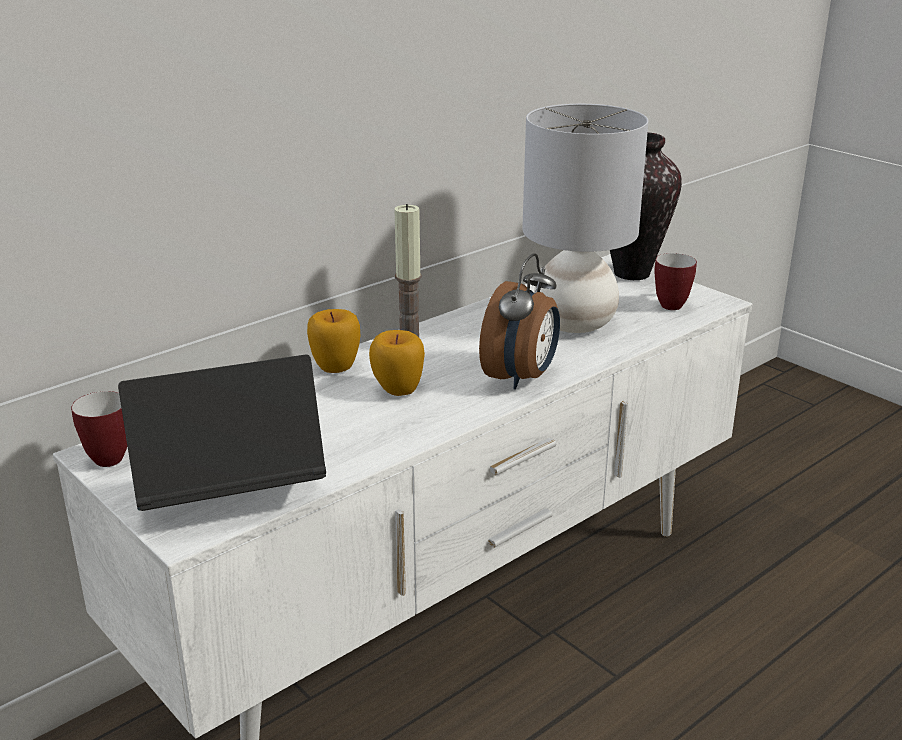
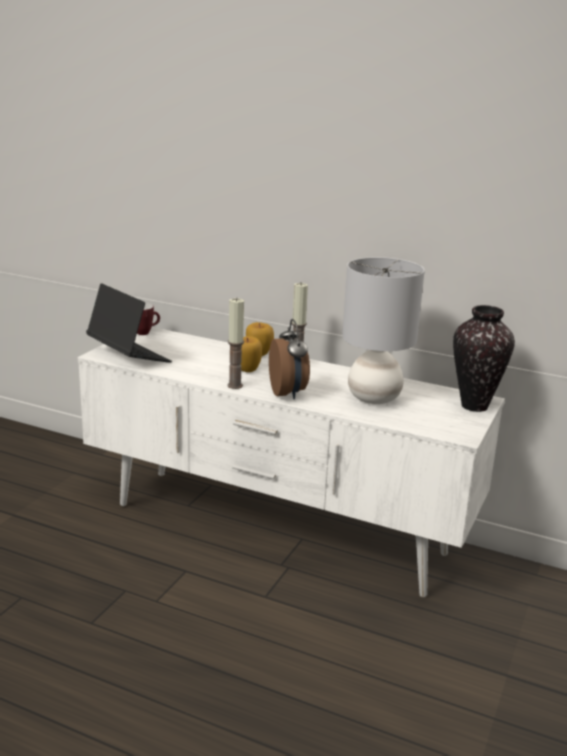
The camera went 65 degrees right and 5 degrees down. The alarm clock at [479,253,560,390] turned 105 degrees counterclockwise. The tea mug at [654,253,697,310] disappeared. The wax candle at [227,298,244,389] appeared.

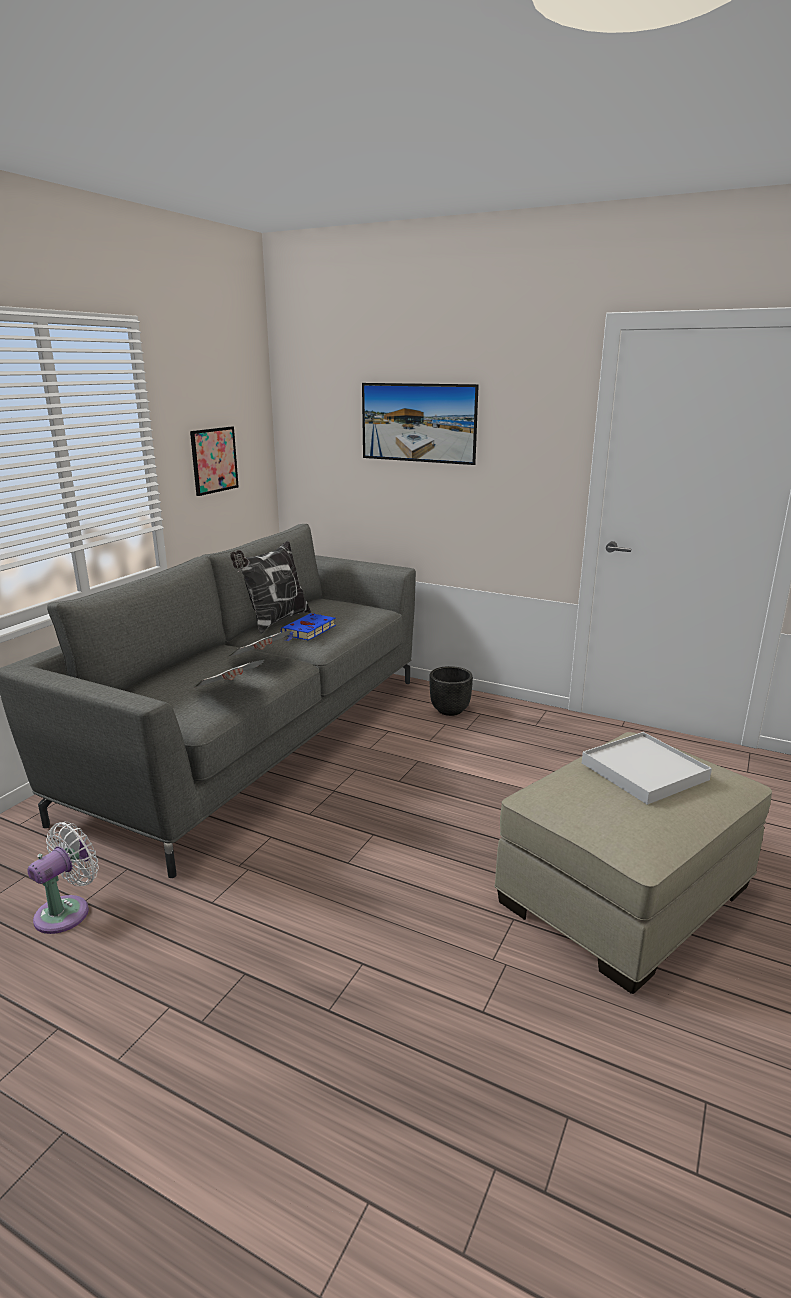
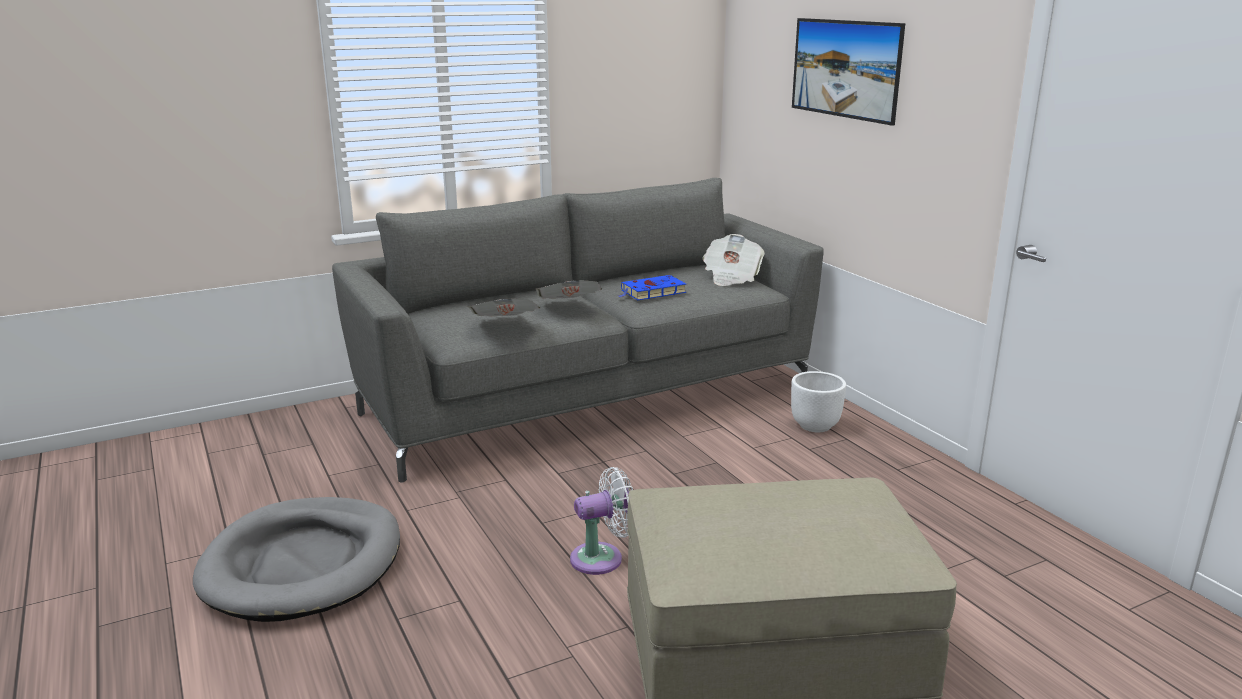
The camera went 35 degrees right and 0 degrees up. The whitish electric fan moved from [28,822,99,934] to [570,467,633,575]. The wall picture at [190,427,239,496] disappeared. The throw pillow at [230,541,311,634] disappeared. The black plant pot at [429,666,473,716] became the whitish plant pot at [791,371,846,432]. The whitish tray at [582,732,712,805] disappeared. The gray dog cushion at [193,497,400,622] appeared. The daily paper at [703,234,765,286] appeared.

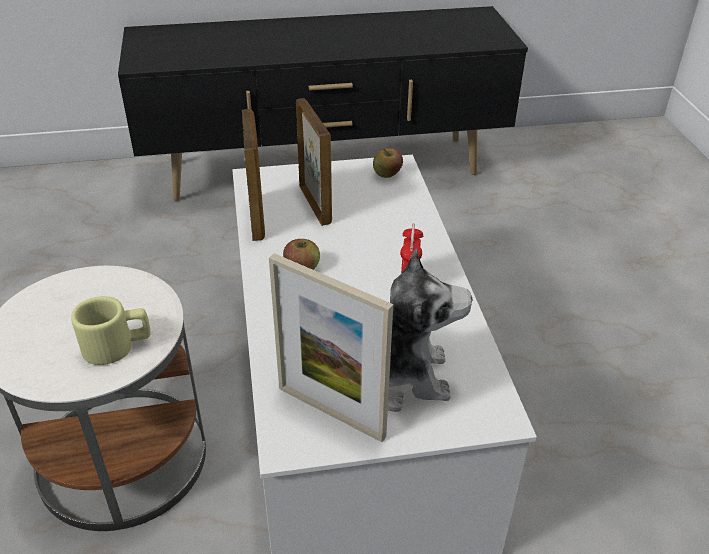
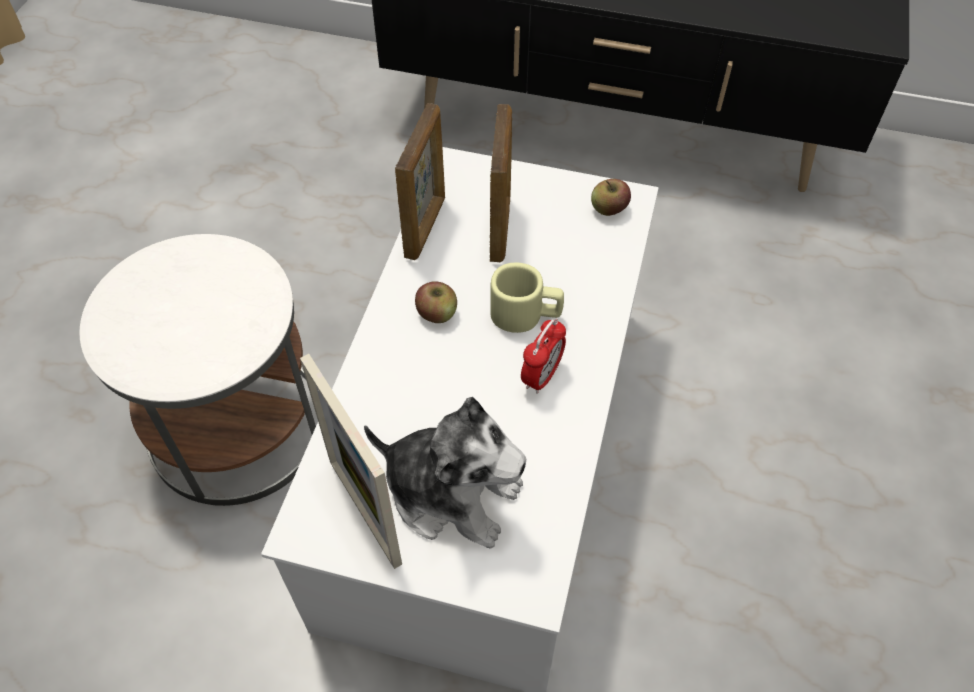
The camera went 25 degrees right and 15 degrees up. The beige-coloured tea mug moved from [71,296,150,365] to [490,262,564,333].

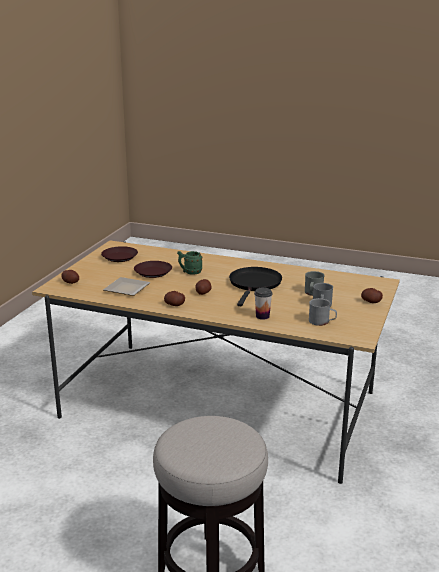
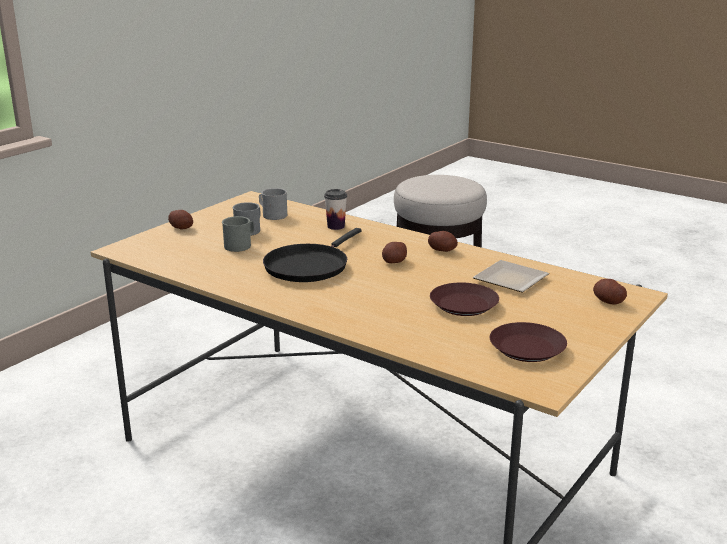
The camera went 165 degrees left and 0 degrees up. The green tea mug at [177,251,203,275] disappeared.

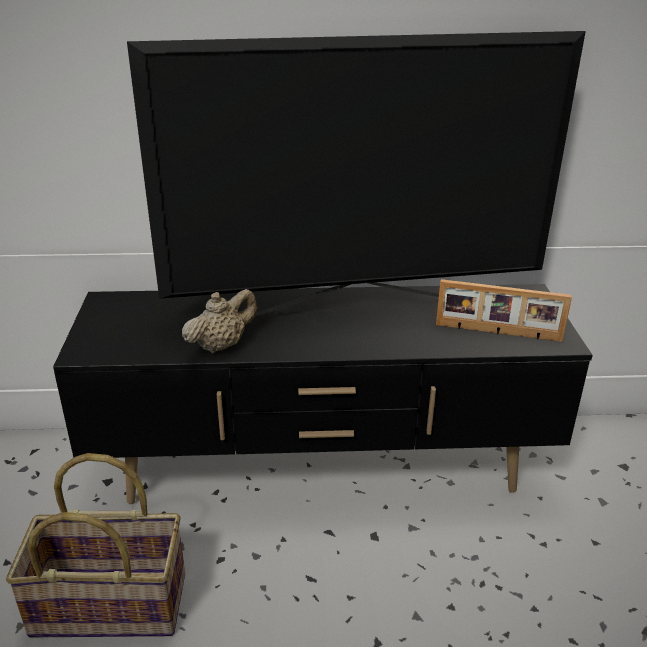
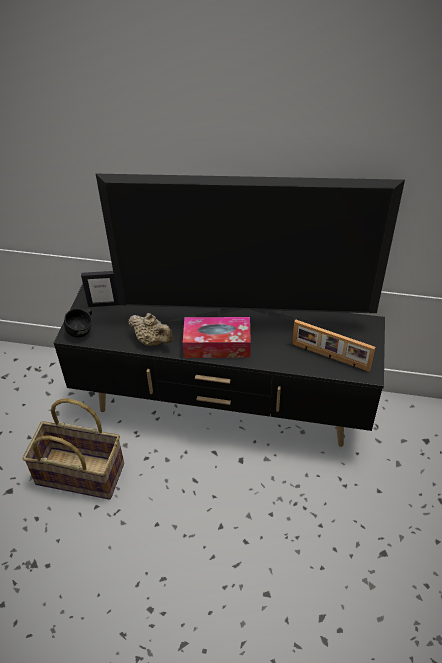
The camera went 15 degrees right and 15 degrees up. The beige-coloured pot for tea at [182,289,257,353] turned 60 degrees clockwise. The black tea mug at [64,308,92,338] appeared. The standing frame at [81,271,119,307] appeared. The tissue box at [183,317,251,358] appeared.

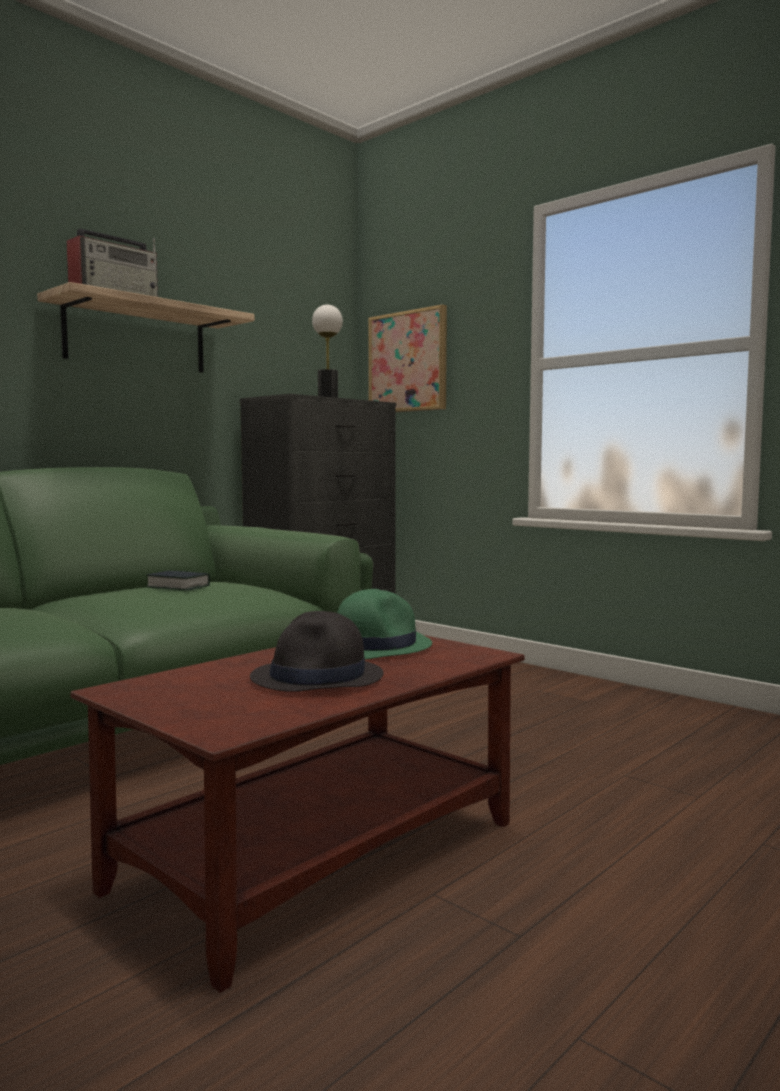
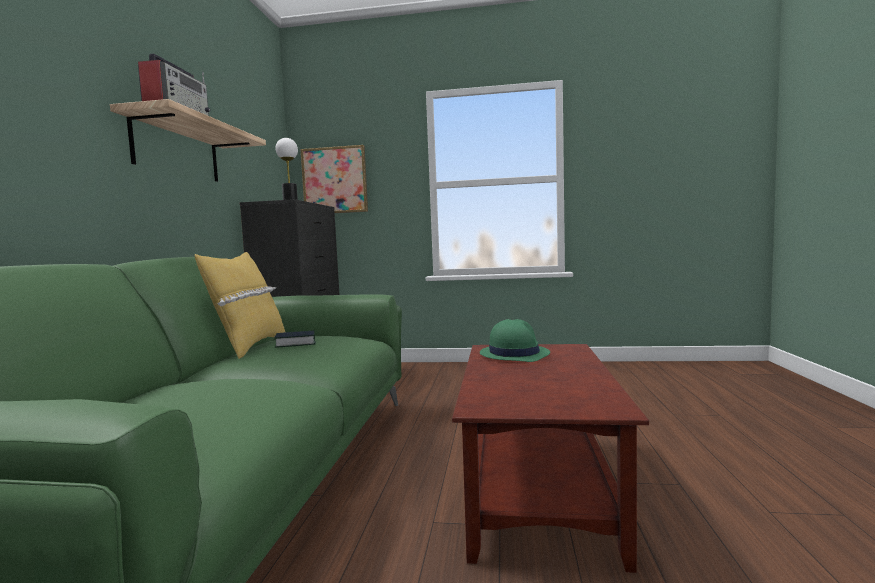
The camera went 35 degrees left and 0 degrees up. The black clothing hat at [250,611,384,692] disappeared. The yellow-coloured throw pillow at [195,252,285,359] appeared.

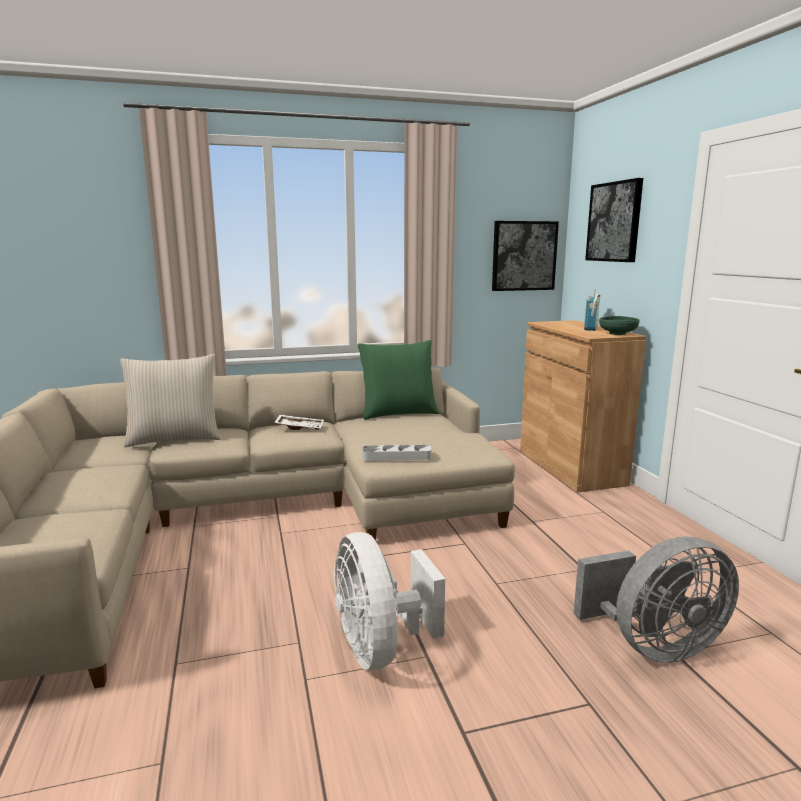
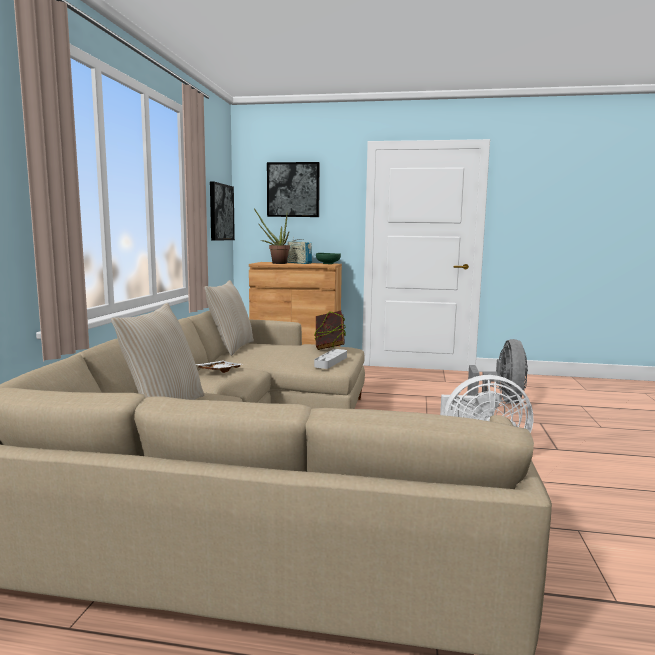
The camera went 65 degrees left and 5 degrees down. The green throw pillow at [358,340,439,420] became the beige-coloured throw pillow at [204,280,254,356]. The potted plant at [254,208,290,264] appeared. The bound book at [315,311,345,350] appeared.

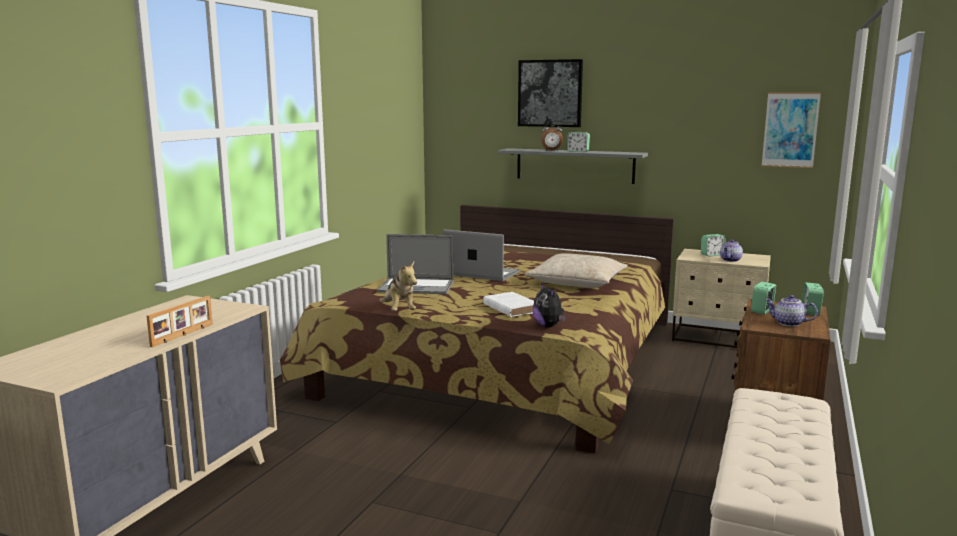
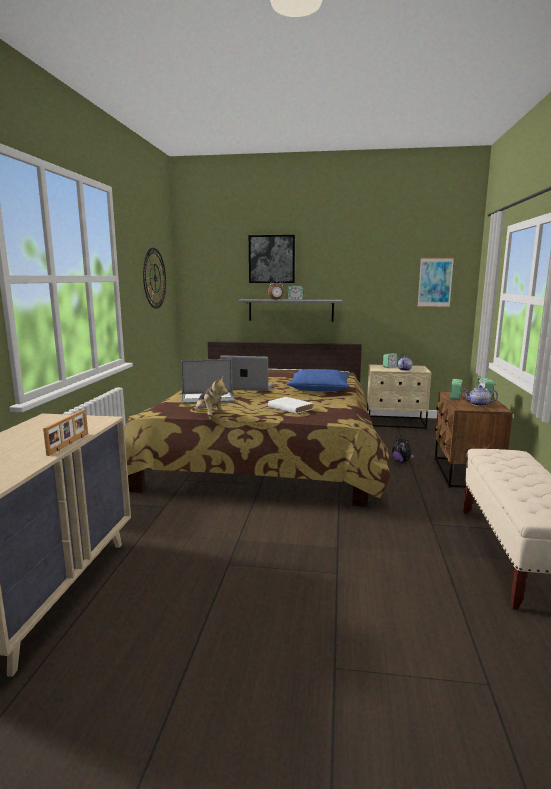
The camera went 15 degrees left and 0 degrees up. The beige-coloured throw pillow at [525,253,627,288] became the bluish throw pillow at [287,369,349,391]. The cuddly toy moved from [533,283,566,327] to [392,436,415,462]. The hanging clock at [143,248,166,309] appeared.

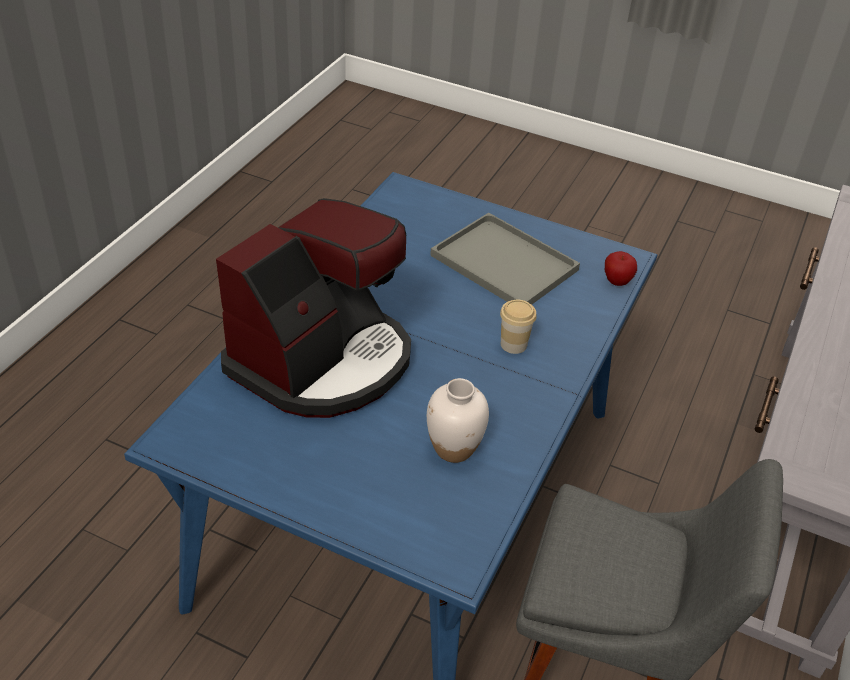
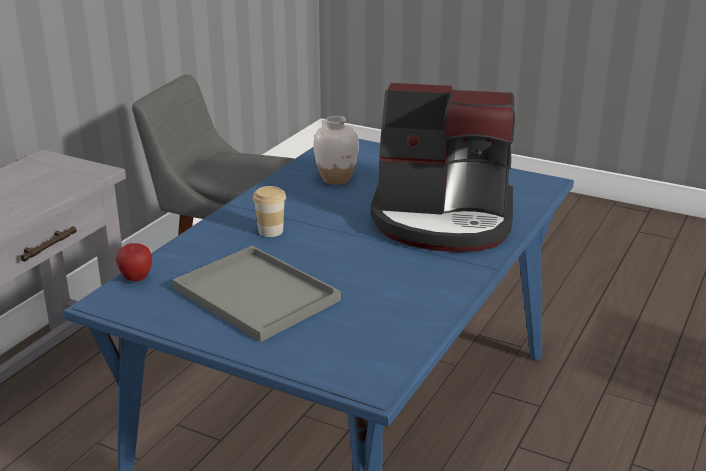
The camera went 175 degrees left and 15 degrees down. The coffee maker at [216,198,411,418] turned 120 degrees counterclockwise.

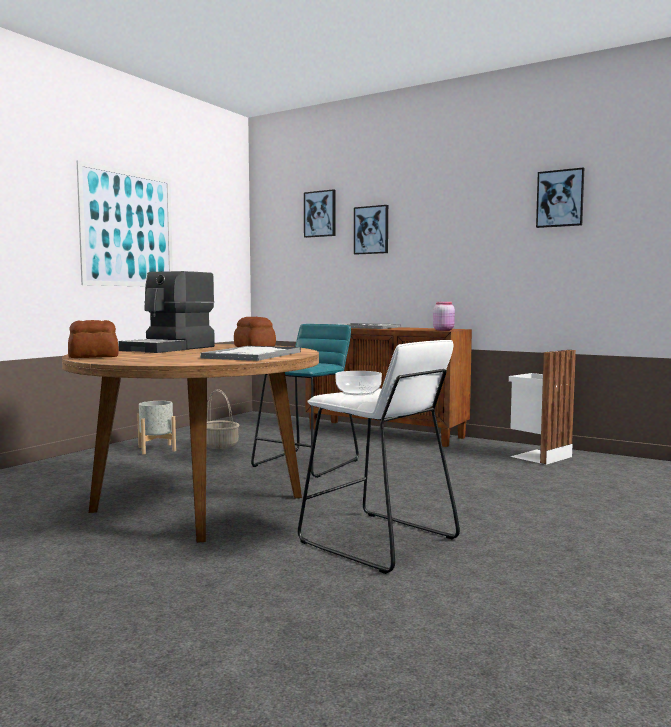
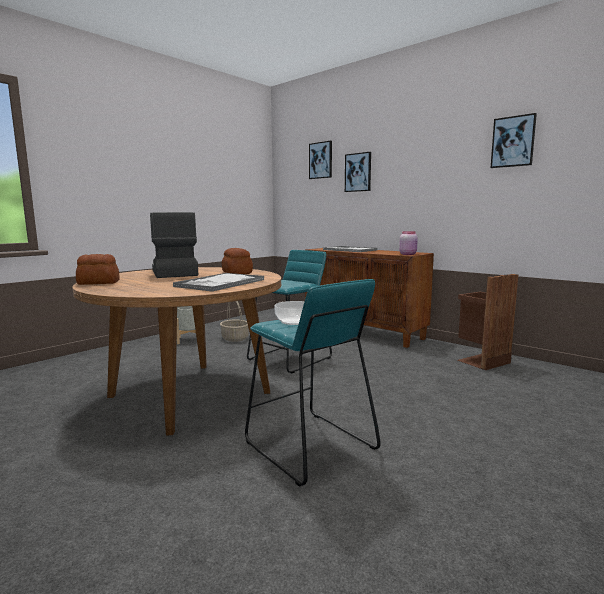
The camera went 10 degrees right and 5 degrees up. The wall picture at [77,160,173,286] disappeared. The coffee maker at [119,271,215,353] turned 120 degrees clockwise. The whitish stool at [298,340,460,574] became the blue-green stool at [245,279,381,487]. The whitish trash can at [509,350,576,465] became the brown-coloured trash can at [457,274,518,370].

